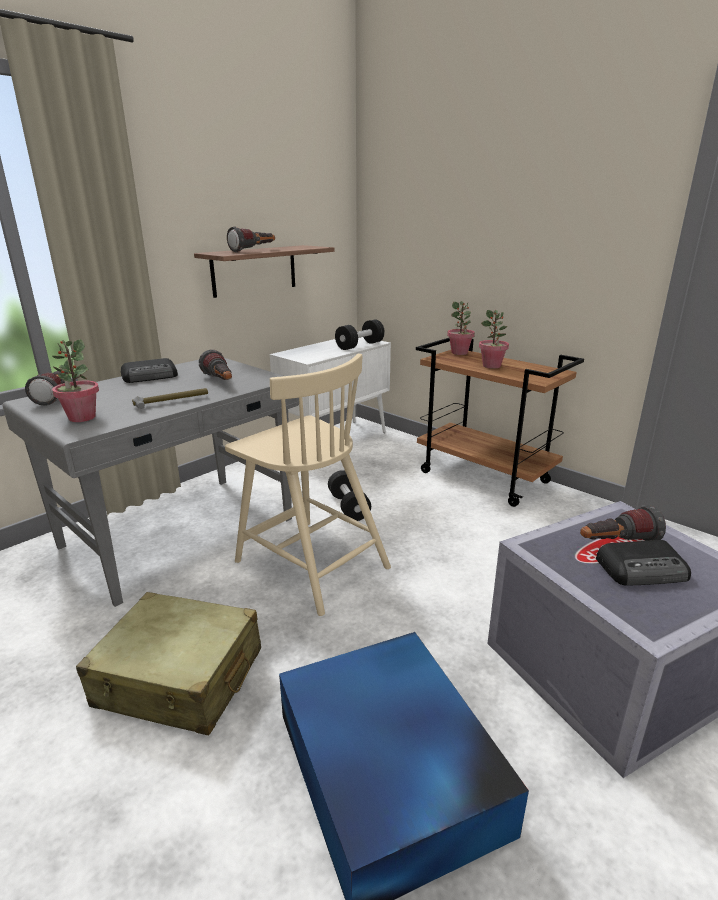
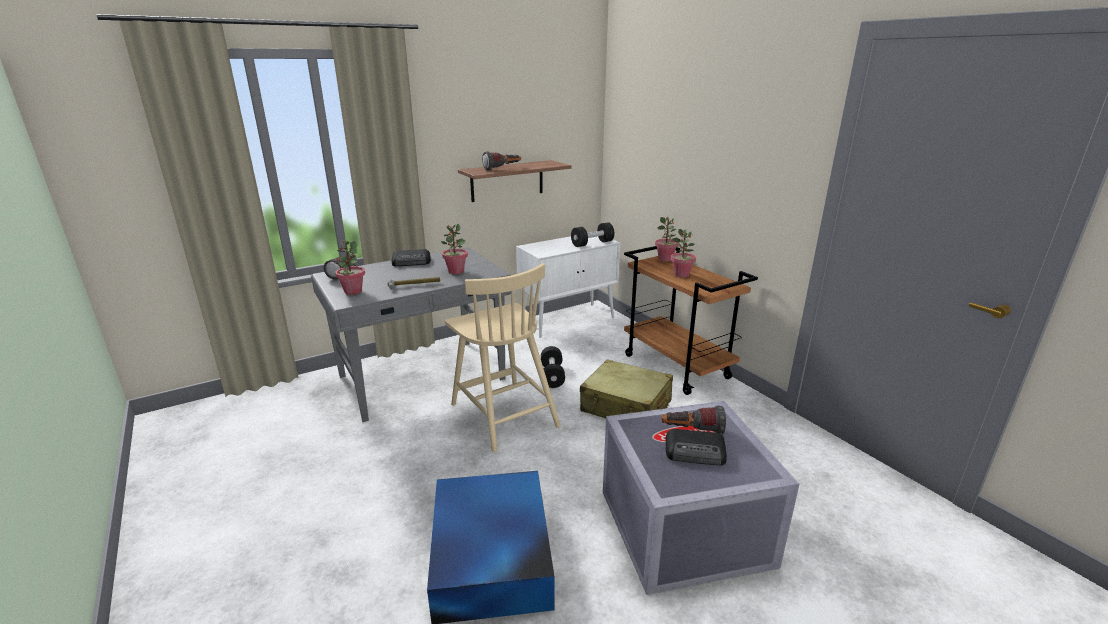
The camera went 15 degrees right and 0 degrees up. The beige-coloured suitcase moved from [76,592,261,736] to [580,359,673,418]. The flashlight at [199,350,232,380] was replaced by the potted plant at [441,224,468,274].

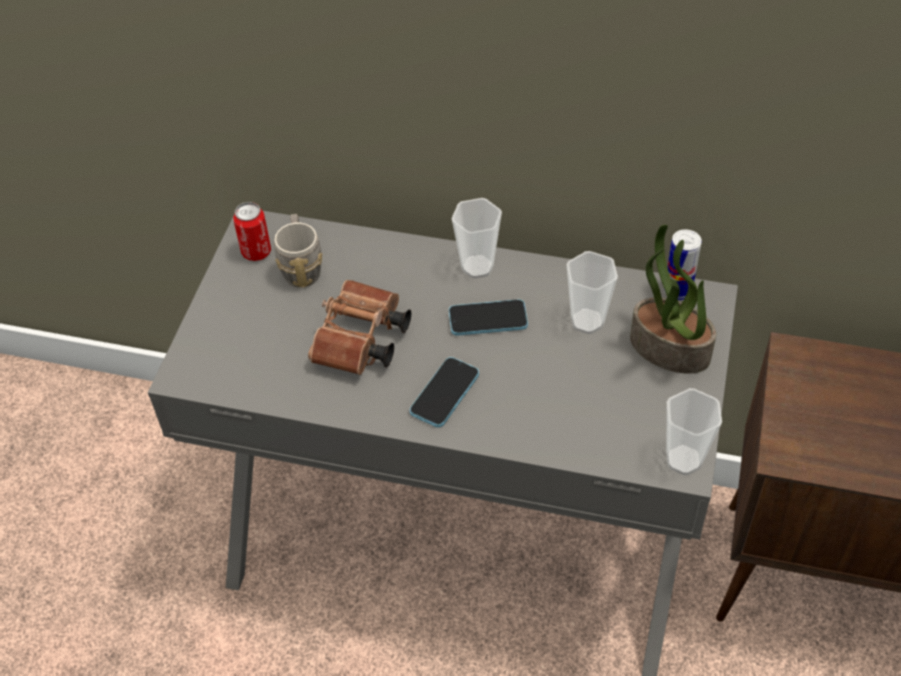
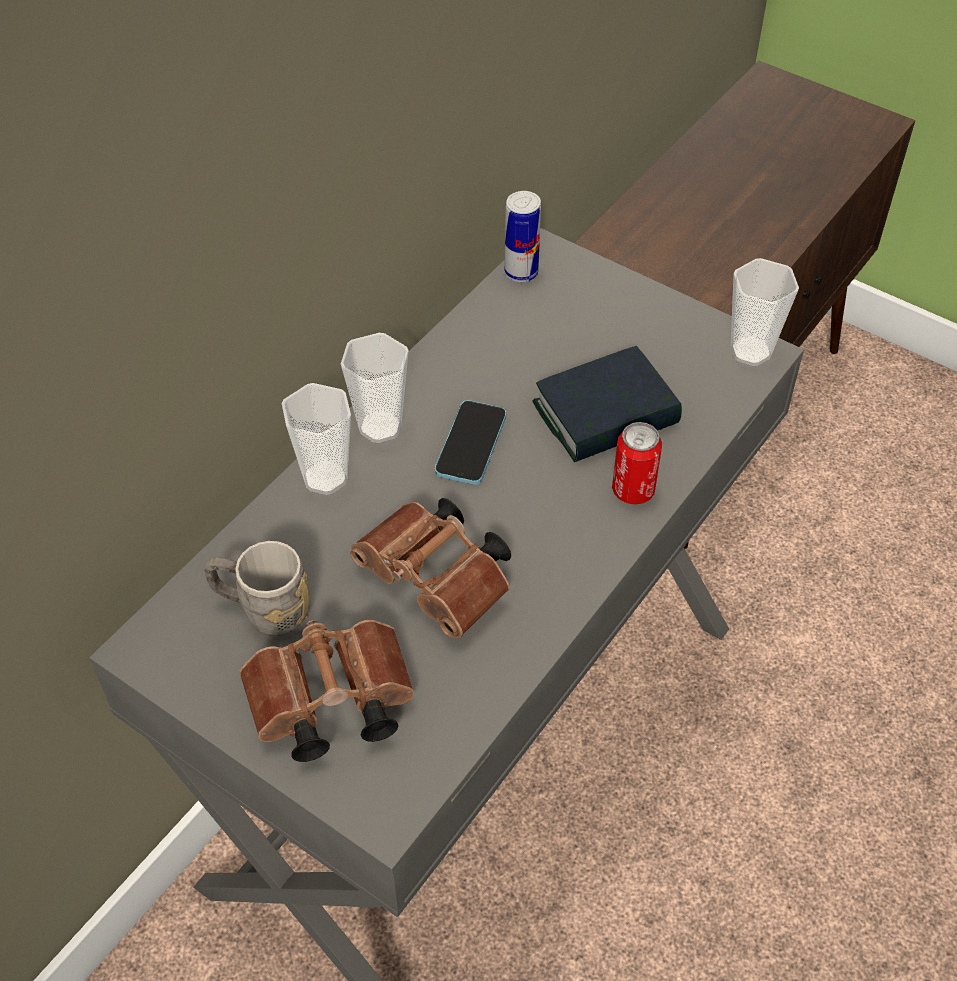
The camera went 70 degrees left and 0 degrees up. The metal can moved from [233,202,271,261] to [612,422,662,505]. The handset at [410,357,479,428] disappeared. The small cup moved from [567,251,618,334] to [282,383,351,495]. The potted plant at [630,225,716,374] disappeared. The brown-coloured pair of binoculars at [239,620,415,762] appeared. The bound book at [532,346,682,462] appeared.

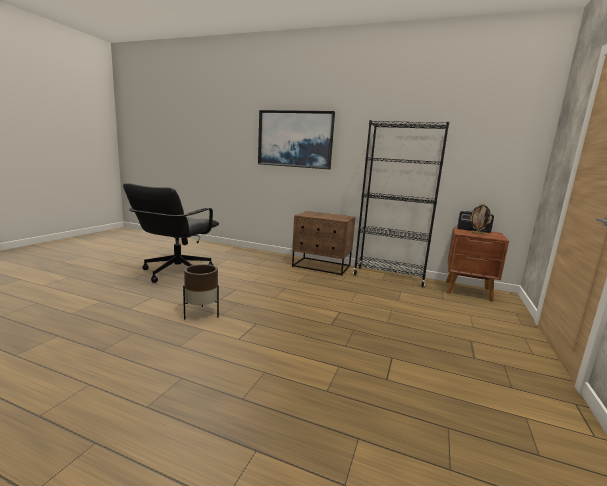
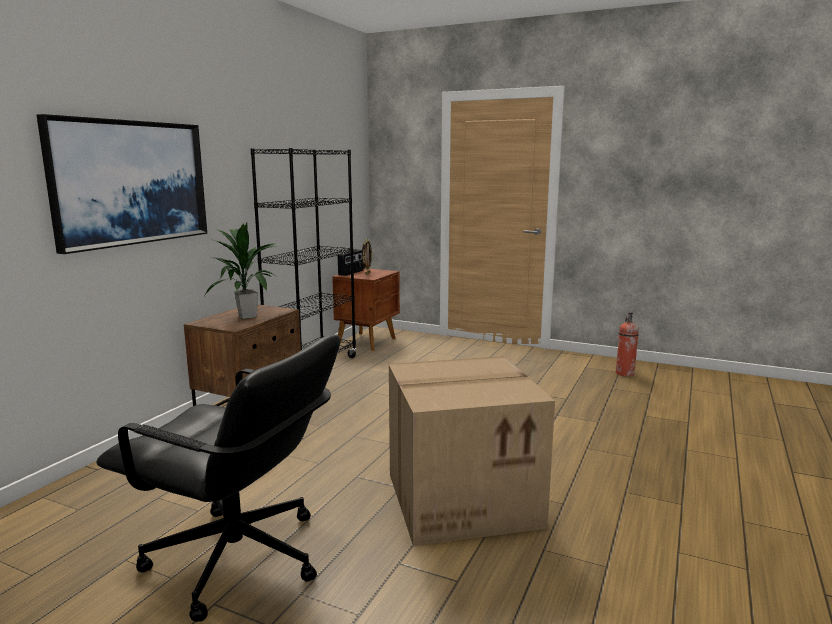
The camera went 85 degrees left and 0 degrees up. The brown-coloured plant pot at [183,264,219,320] was replaced by the packing box at [389,356,555,546]. The potted plant at [203,223,278,319] appeared. The fire-fighting cylinder at [616,312,639,377] appeared.

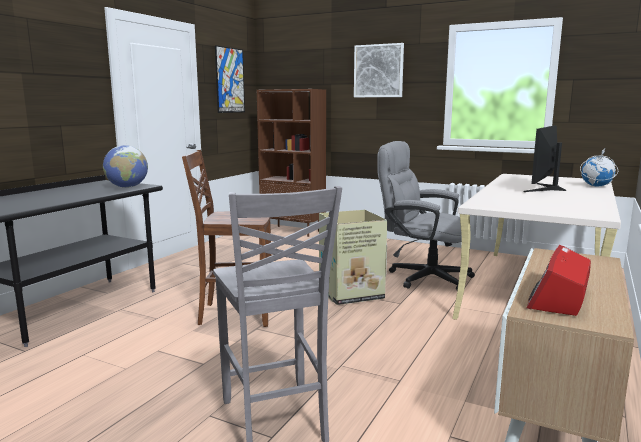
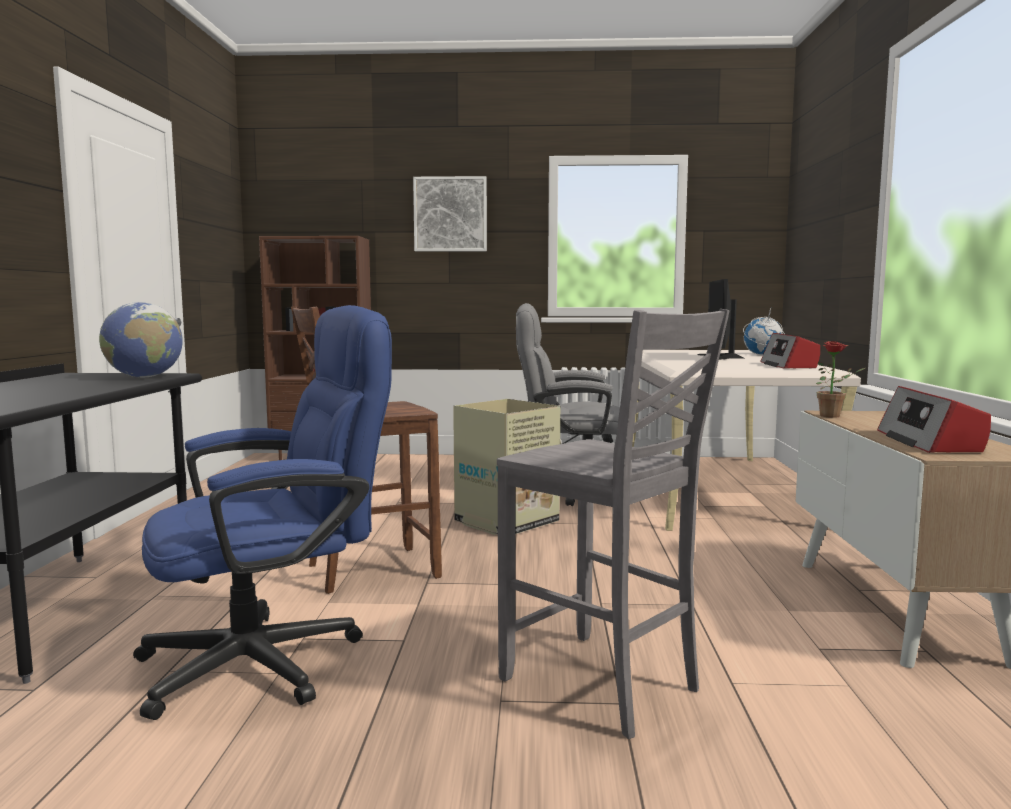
The camera went 25 degrees left and 5 degrees down. The wall picture at [215,45,245,113] disappeared. The bluish computer chair at [133,305,392,720] appeared. The radio set at [760,333,820,369] appeared. The potted plant at [816,341,865,418] appeared.

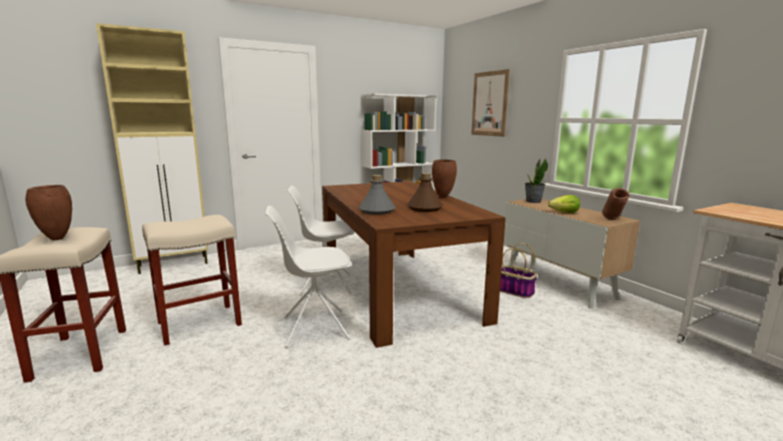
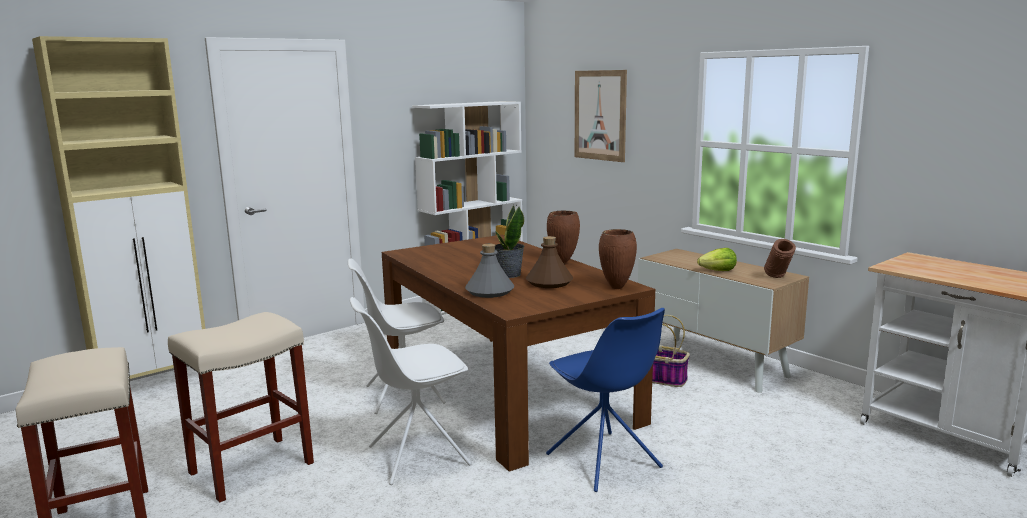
The camera went 10 degrees left and 0 degrees up. The brown-coloured decorative vase moved from [25,185,72,240] to [599,229,637,289]. The potted plant moved from [525,159,548,203] to [495,205,524,278]. The bluish upright chair at [546,308,665,492] appeared.

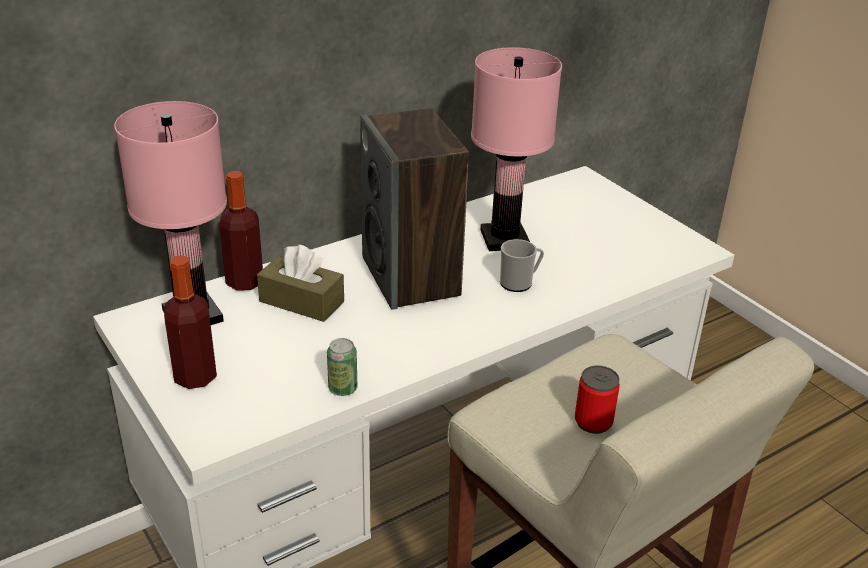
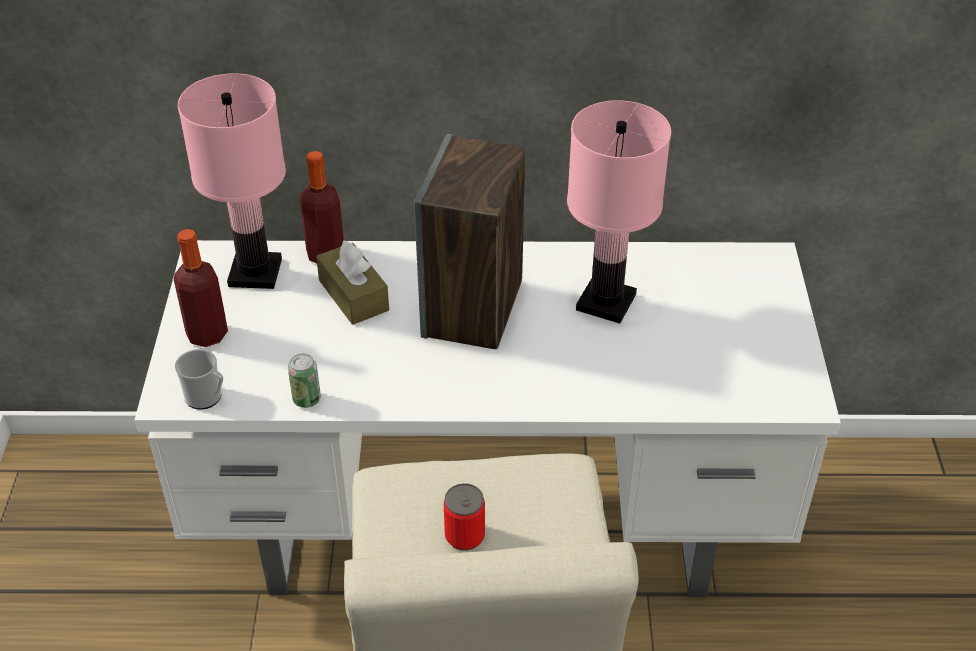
The camera went 35 degrees right and 10 degrees up. The tea mug moved from [500,239,544,292] to [175,349,223,410].

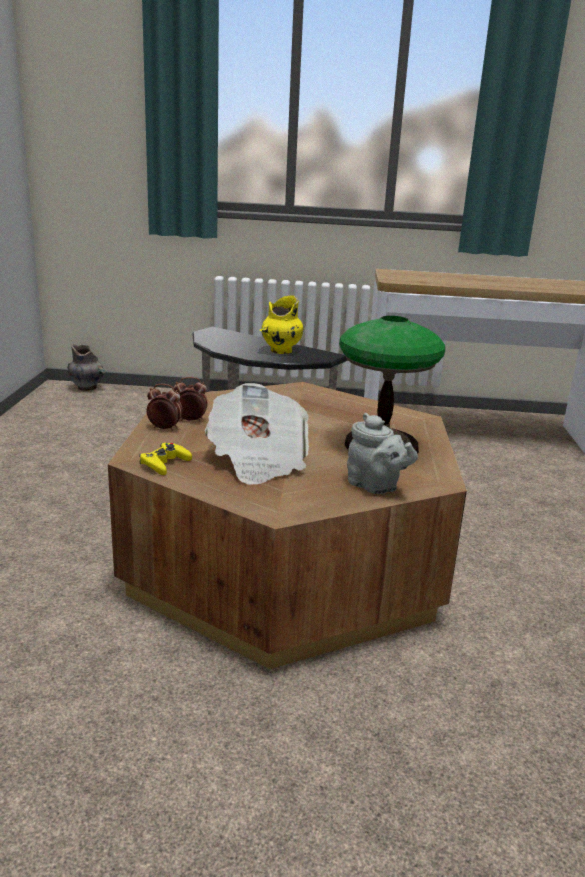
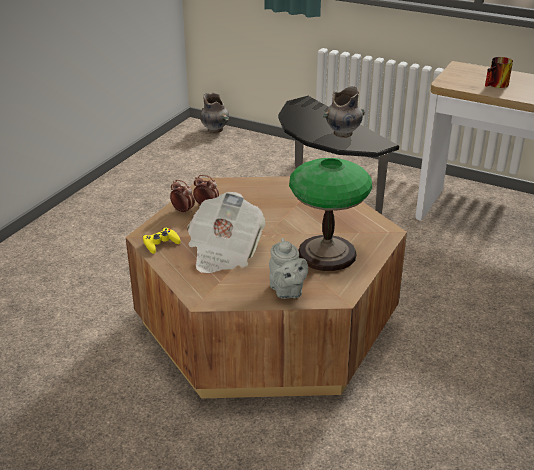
The camera went 25 degrees right and 10 degrees up. The yellow-coloured decorative vase at [260,295,303,354] became the gray decorative vase at [322,86,365,138]. The tea mug at [485,57,513,88] appeared.

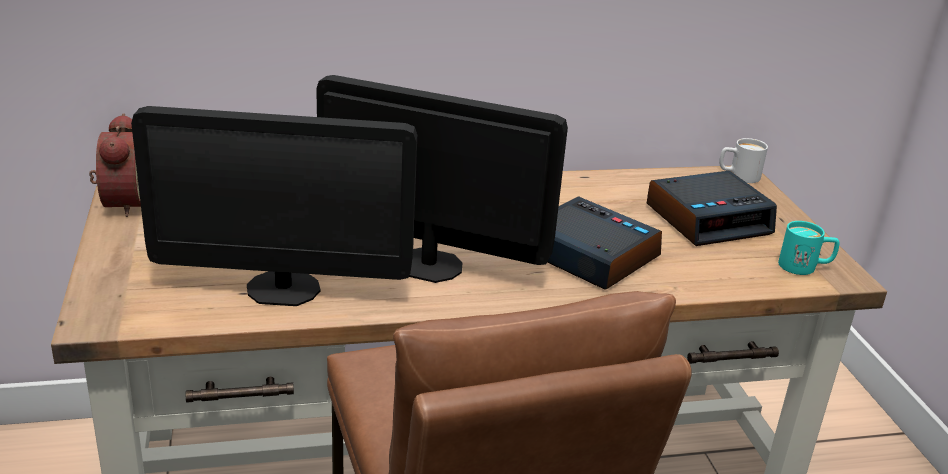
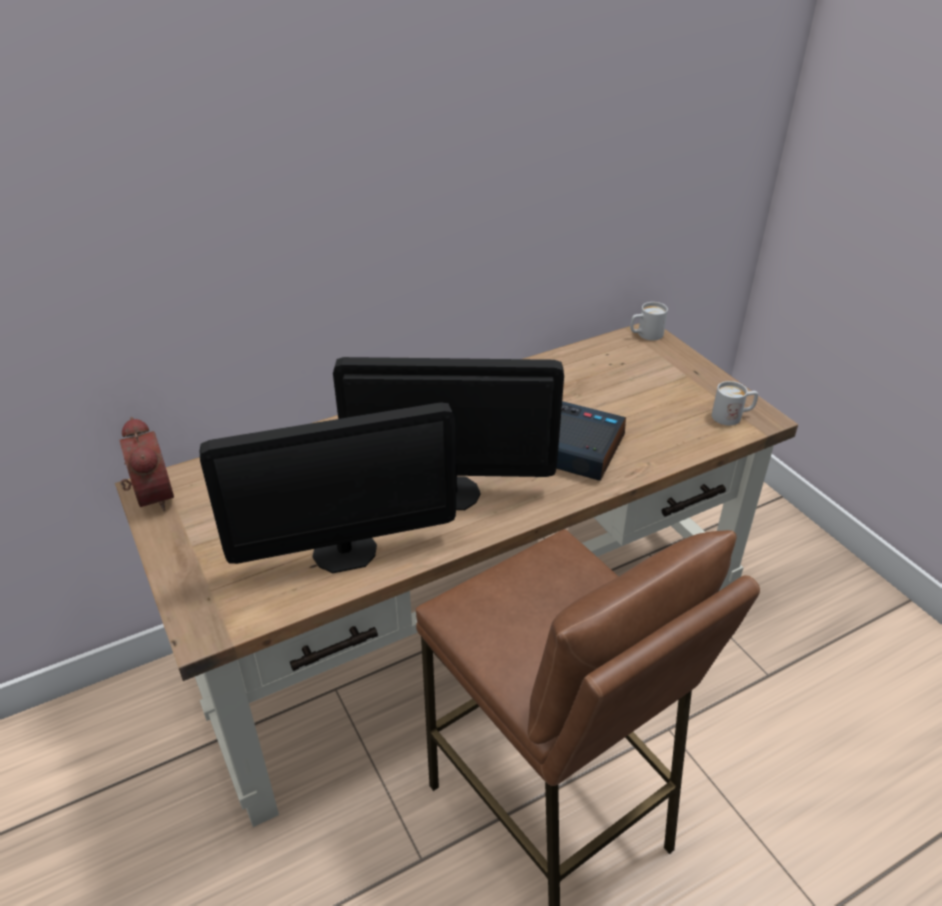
The camera went 15 degrees left and 10 degrees up. The alarm clock at [647,171,777,246] disappeared. The blue-green tea mug at [778,221,839,275] became the whitish tea mug at [712,381,758,426].

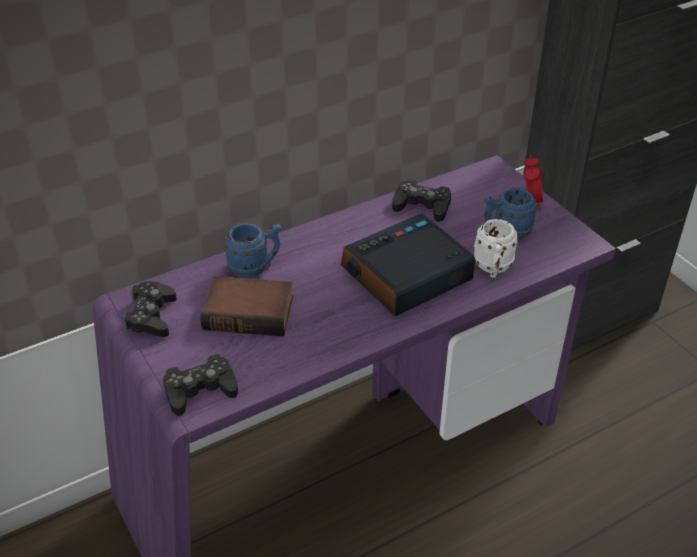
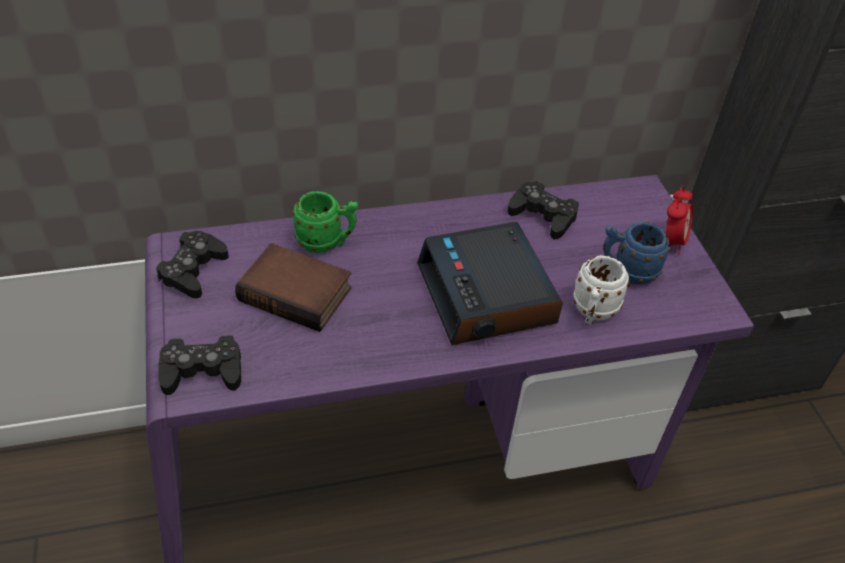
The camera went 15 degrees right and 5 degrees up. The bluish tea mug at [224,223,281,278] became the green tea mug at [292,191,358,253]. The alarm clock at [341,213,475,317] turned 90 degrees counterclockwise.

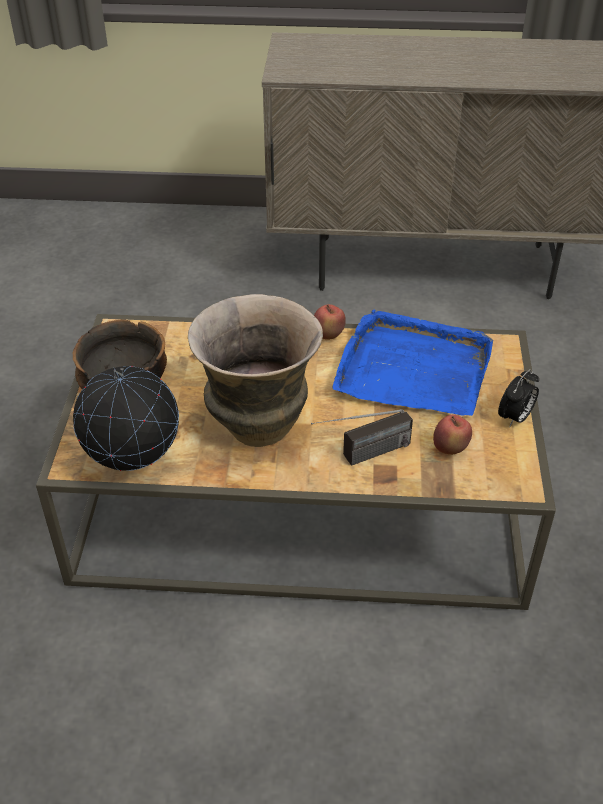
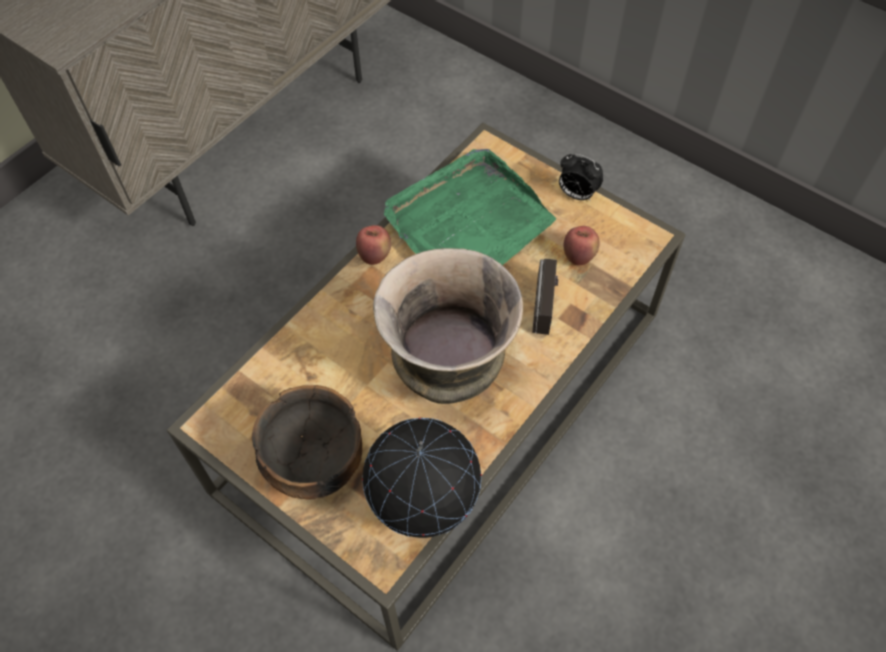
The camera went 55 degrees left and 15 degrees up. The bluish tray at [332,309,493,416] became the green tray at [384,149,556,265]. The alarm clock at [498,369,539,427] turned 135 degrees clockwise.

